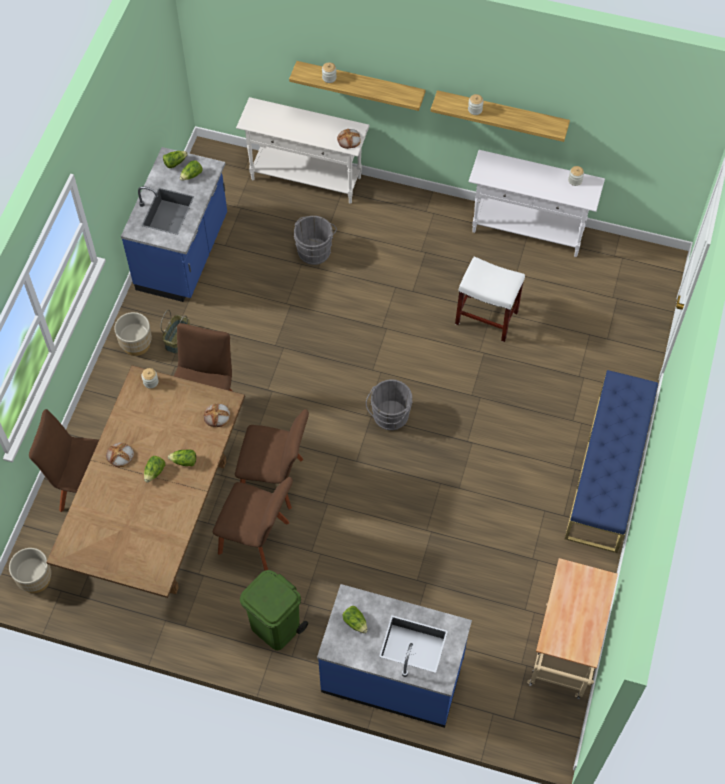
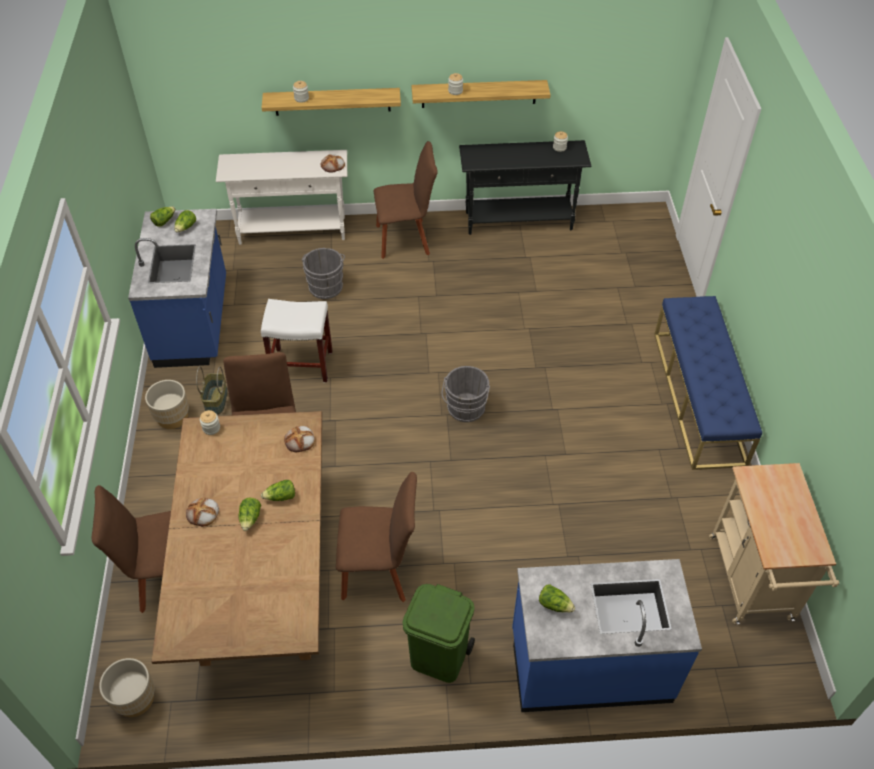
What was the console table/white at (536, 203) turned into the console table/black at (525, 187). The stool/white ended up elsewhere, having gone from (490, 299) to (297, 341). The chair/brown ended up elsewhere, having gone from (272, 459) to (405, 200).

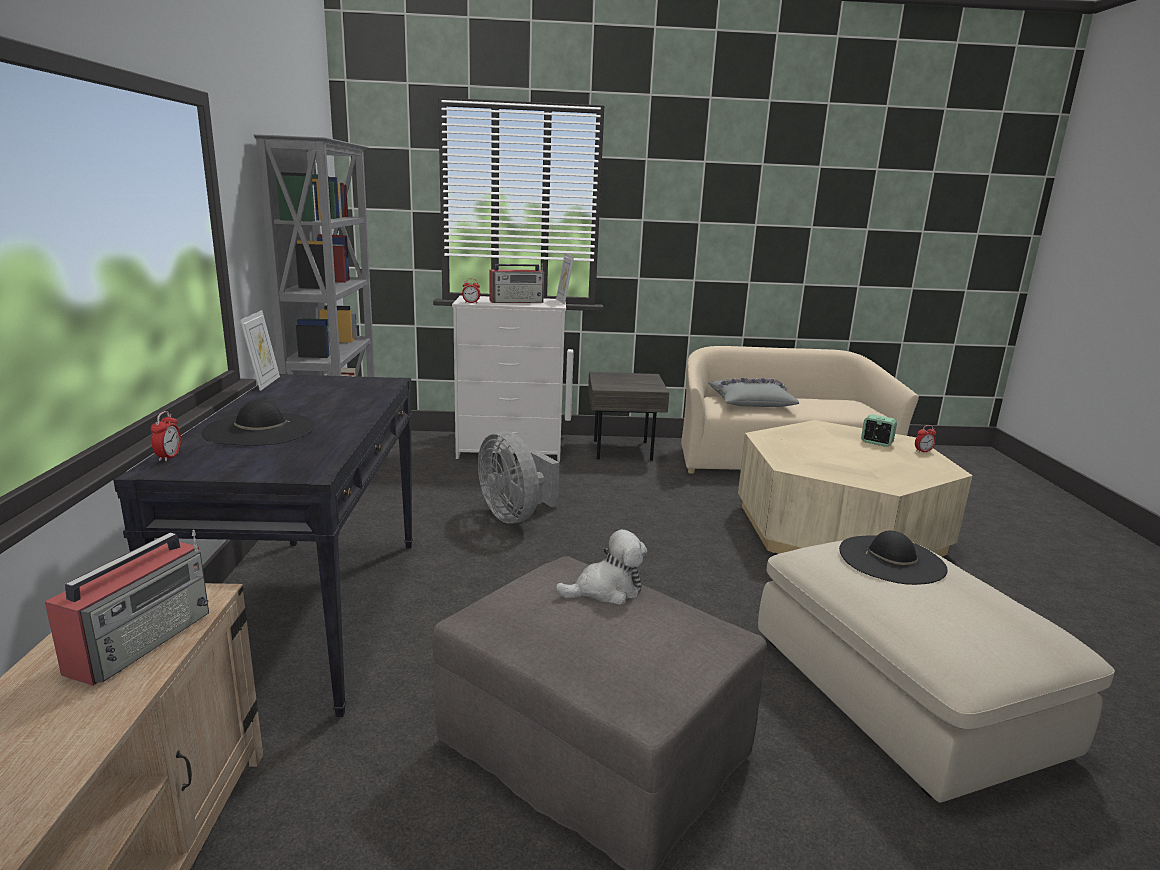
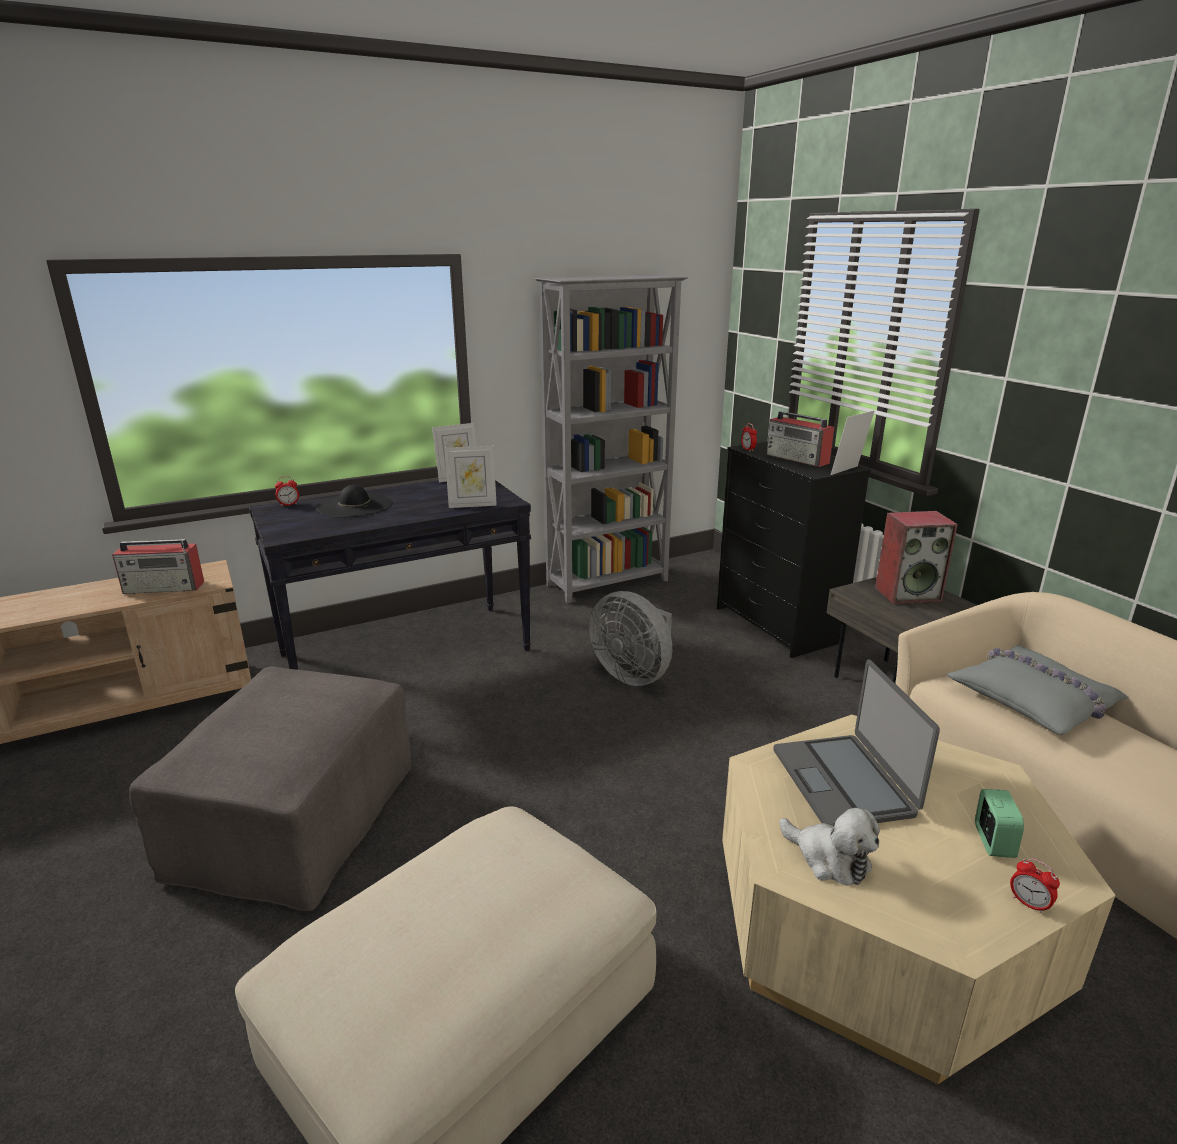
What was the dresser/white at (509, 378) turned into the dresser/black at (794, 549). The fan/grey at (518, 477) ended up facing another way, 75 degrees counterclockwise from before. The plush toy ended up elsewhere, having gone from (601, 567) to (829, 847). The second view lost the hat/black at (893, 558). The second view gained the picture frame at (470, 477). The second view gained the speaker at (916, 557). The second view gained the laptop at (856, 743).

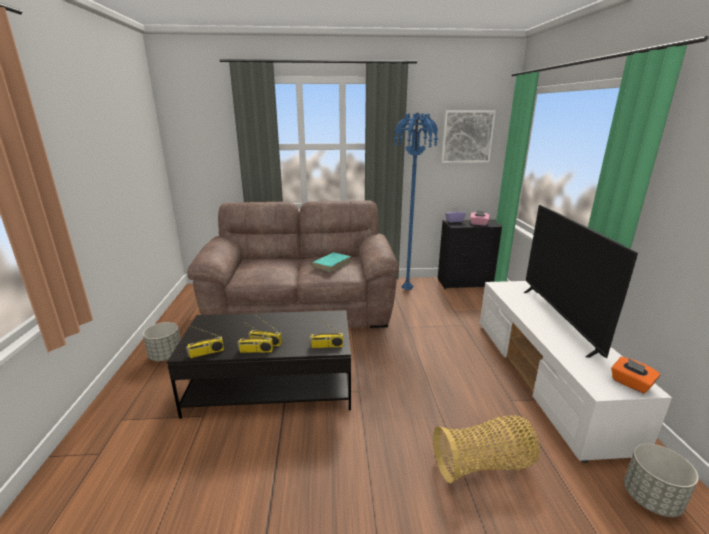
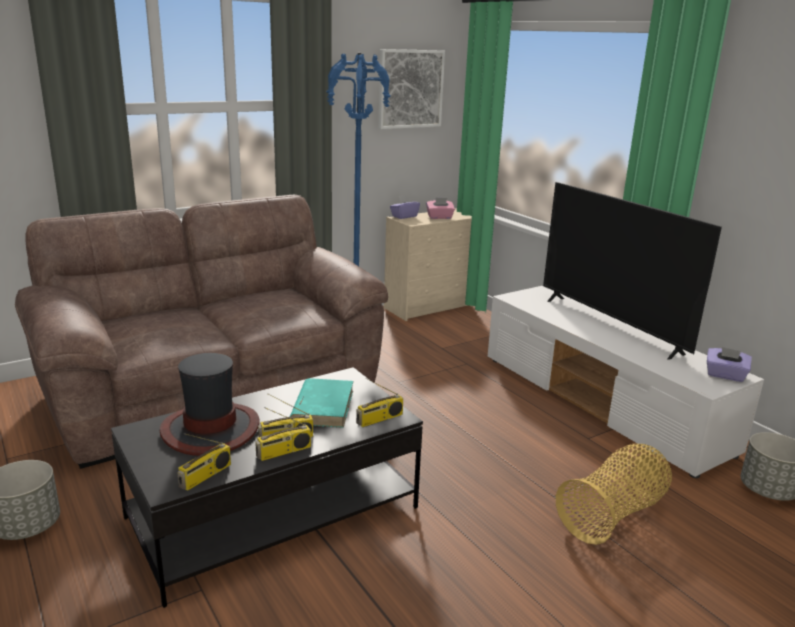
What was the dresser/black at (470, 254) turned into the dresser/beige at (428, 264). The book/turquoise ended up elsewhere, having gone from (331, 262) to (321, 403). What was the tissue box/orange at (636, 375) turned into the tissue box/purple at (729, 364). The second view gained the hat at (209, 404).

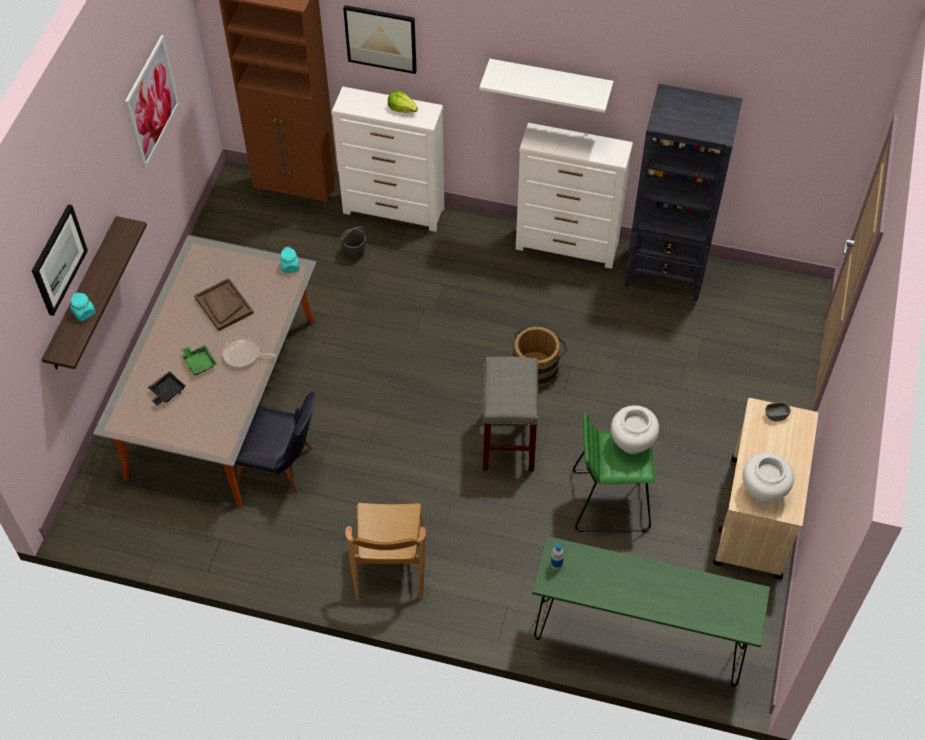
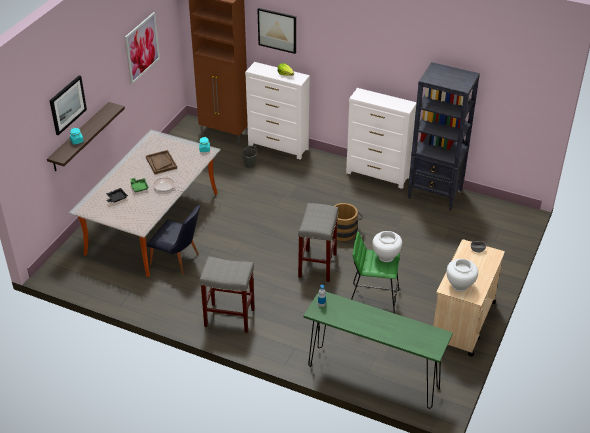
The second view lost the shelf/white at (546, 86). Where the chair/brown stood at (385, 551), the stool/grey came to stand at (227, 294).

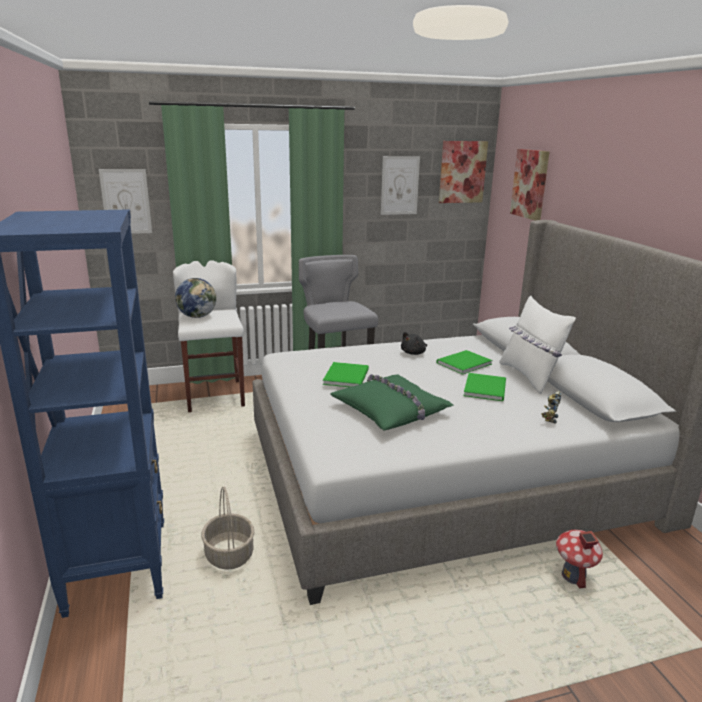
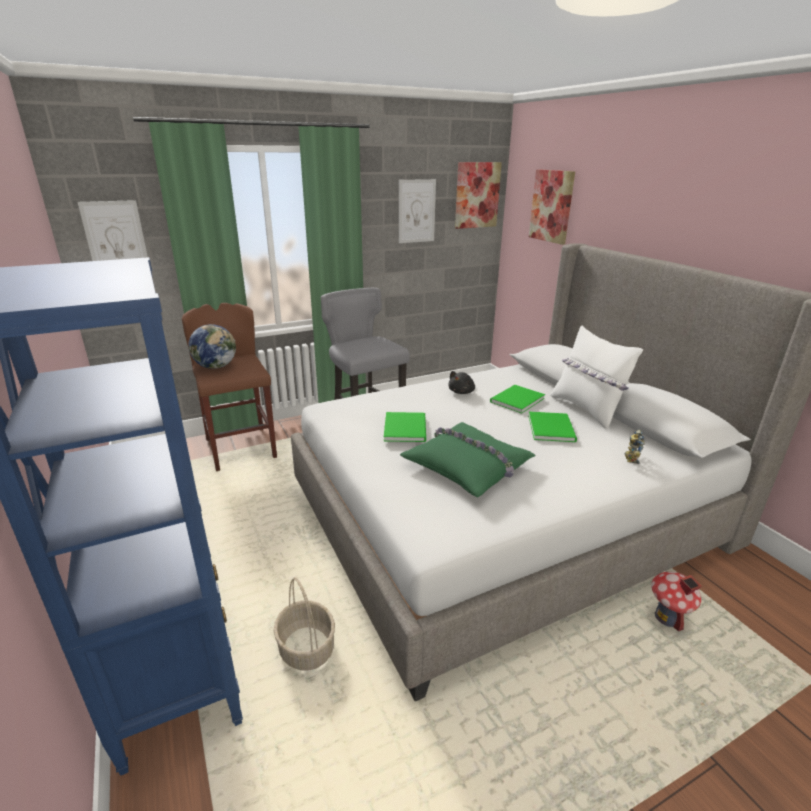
What was the stool/white at (209, 336) turned into the stool/brown at (229, 387).

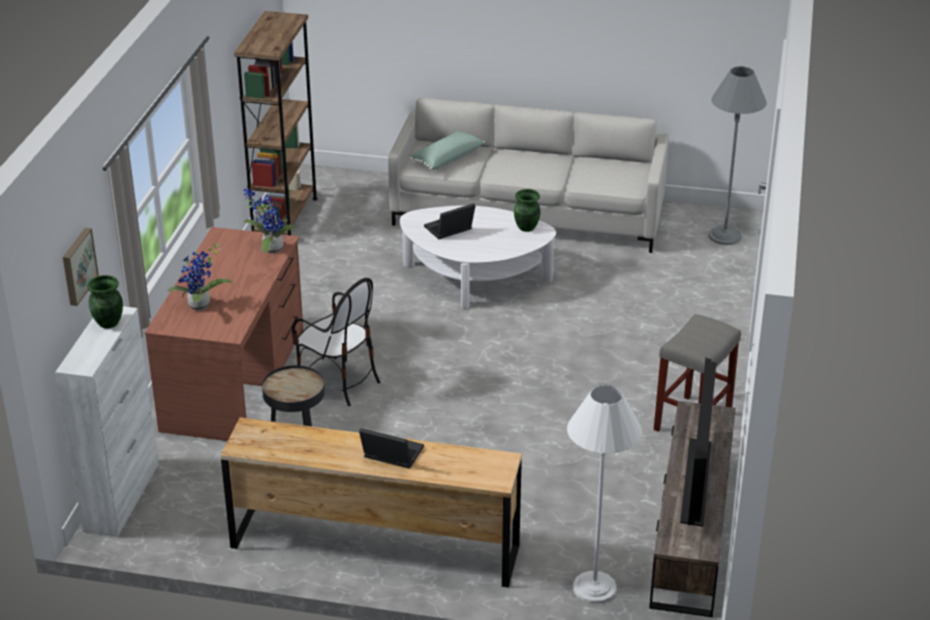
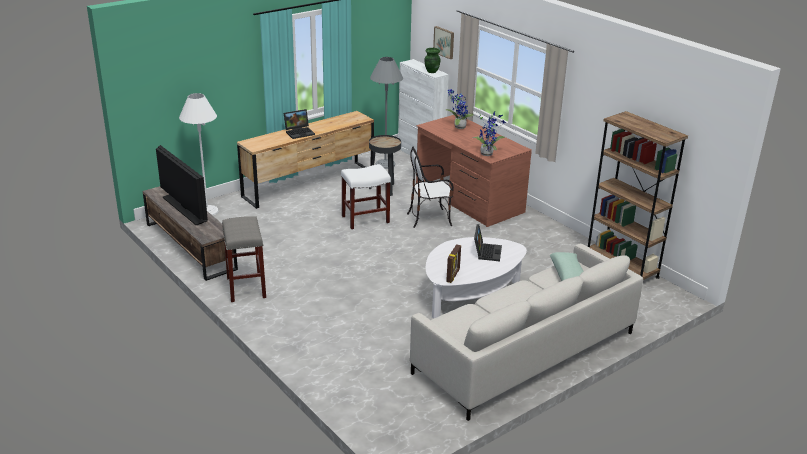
The floor lamp/grey ended up elsewhere, having gone from (737, 155) to (386, 113). Where the vase/green stood at (527, 210), the picture frame came to stand at (453, 263). The second view gained the stool/white at (366, 197).

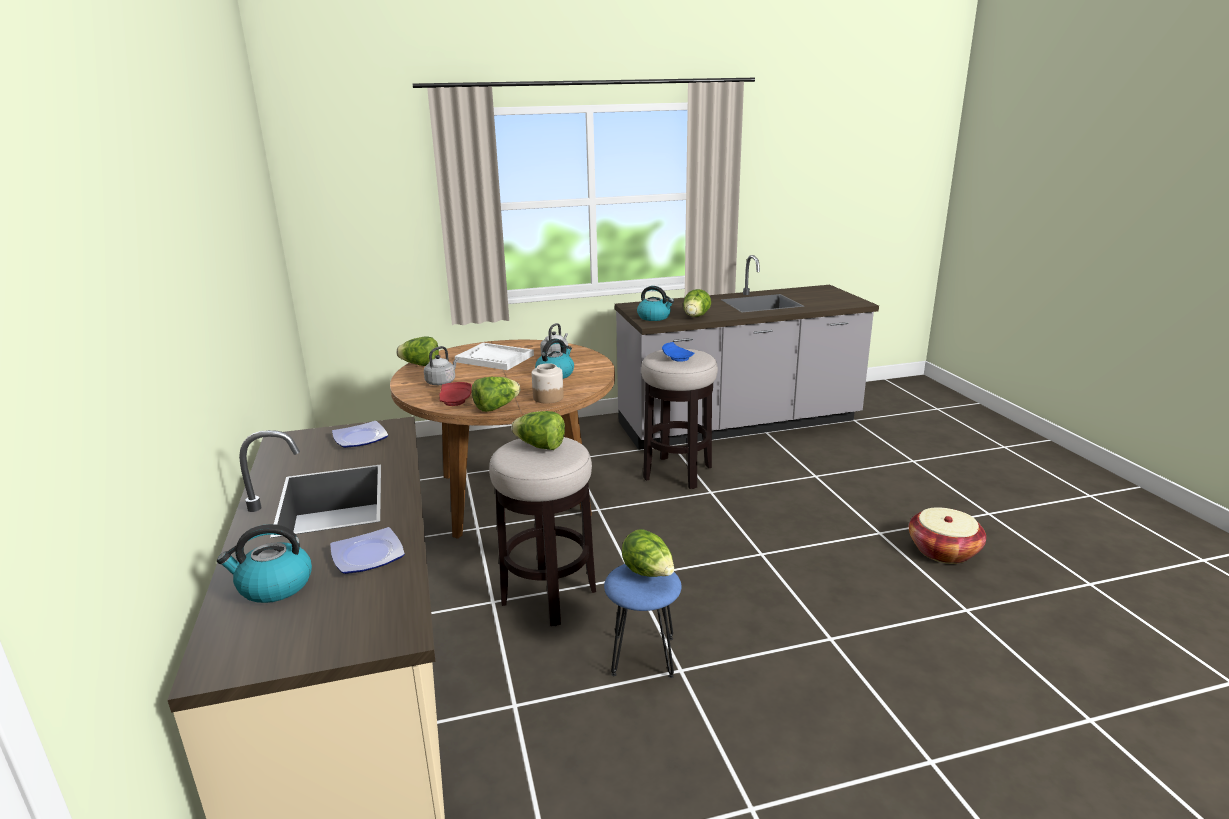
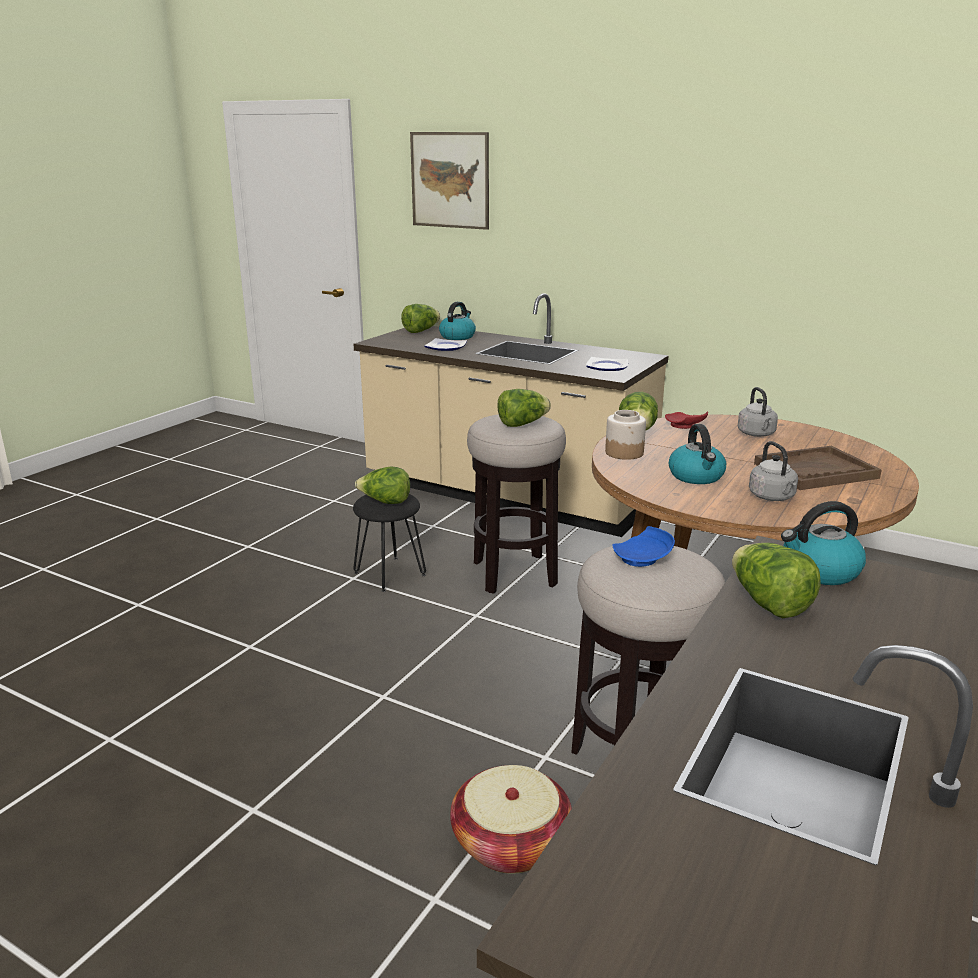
The lettuce ended up elsewhere, having gone from (417, 351) to (420, 318). What was the tray/white at (494, 356) turned into the tray/brown at (818, 468). The basket ended up elsewhere, having gone from (947, 535) to (511, 819). What was the stool/blue at (643, 621) turned into the stool/black at (389, 543). The second view gained the picture at (449, 181).

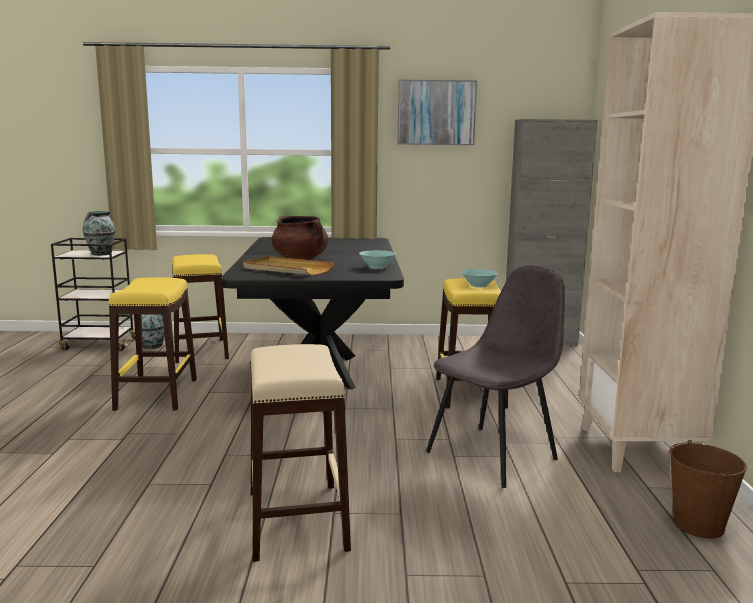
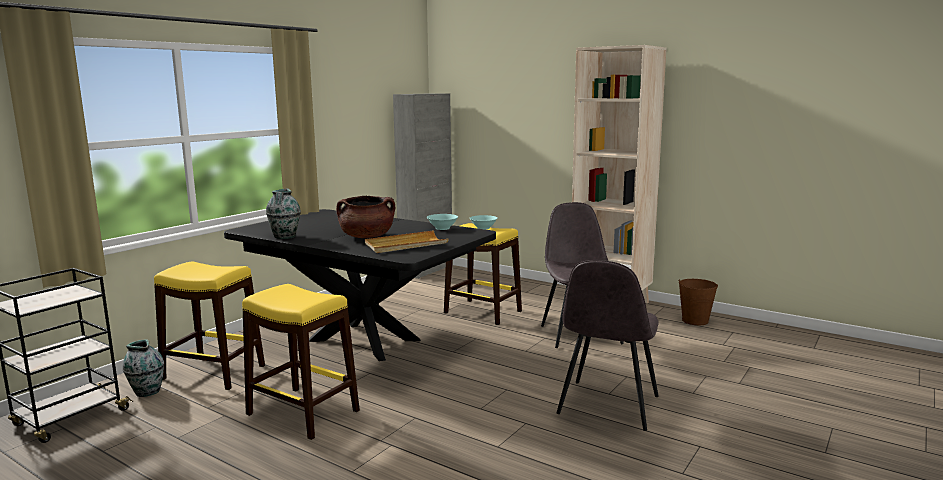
The second view lost the picture at (437, 112). The vase ended up elsewhere, having gone from (99, 233) to (283, 213). Where the stool/beige stood at (300, 453), the chair/grey came to stand at (608, 345).

